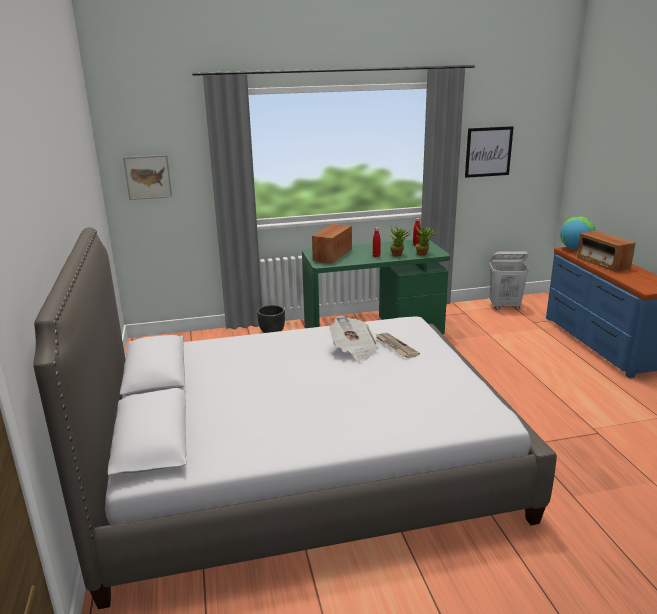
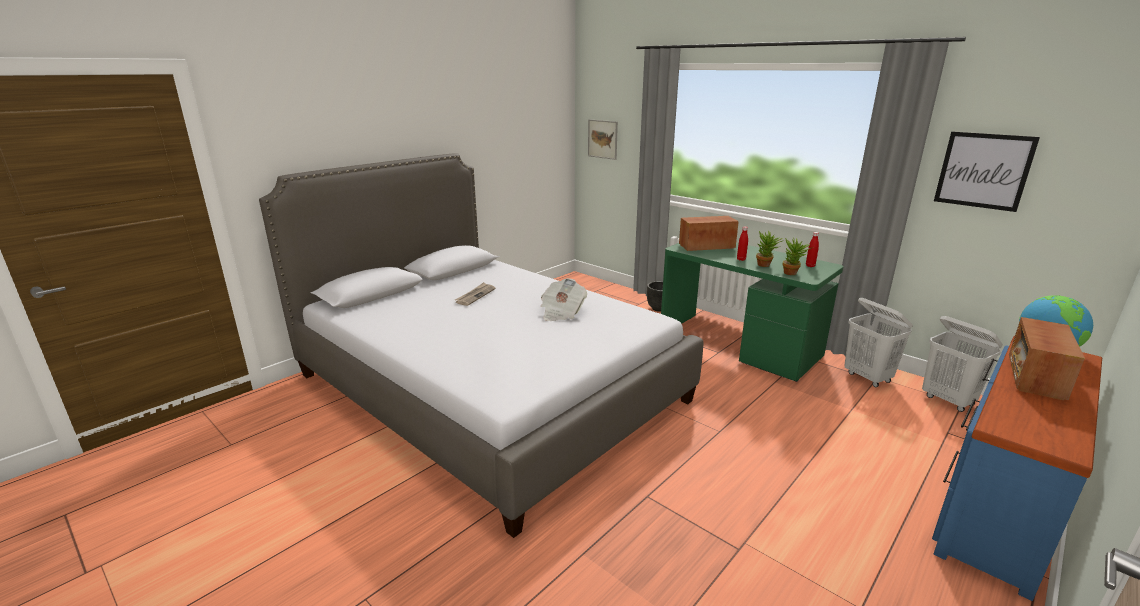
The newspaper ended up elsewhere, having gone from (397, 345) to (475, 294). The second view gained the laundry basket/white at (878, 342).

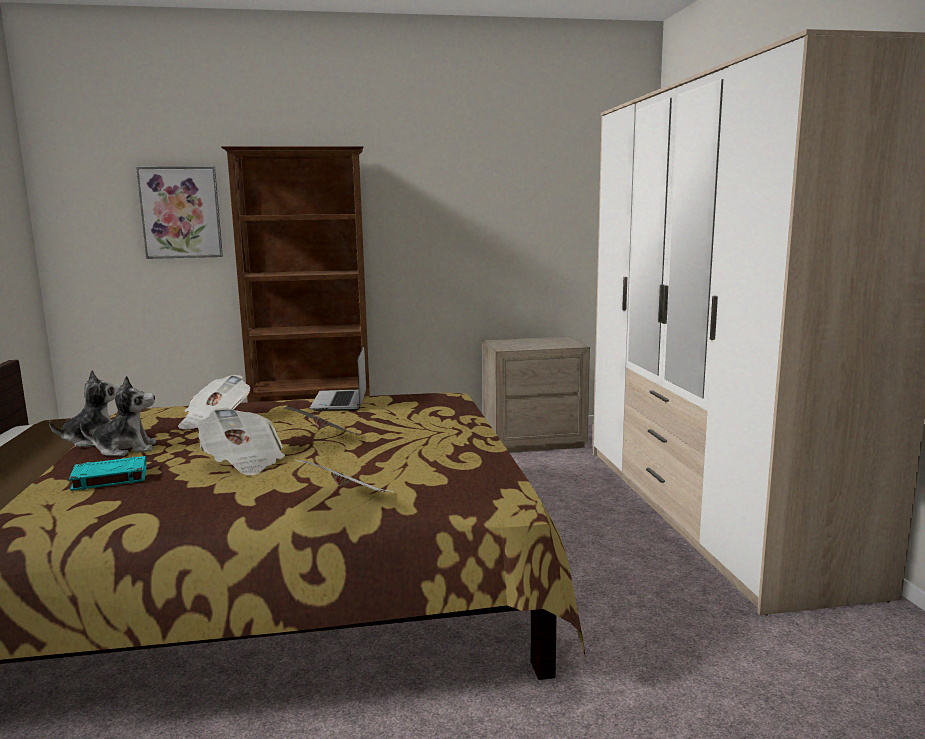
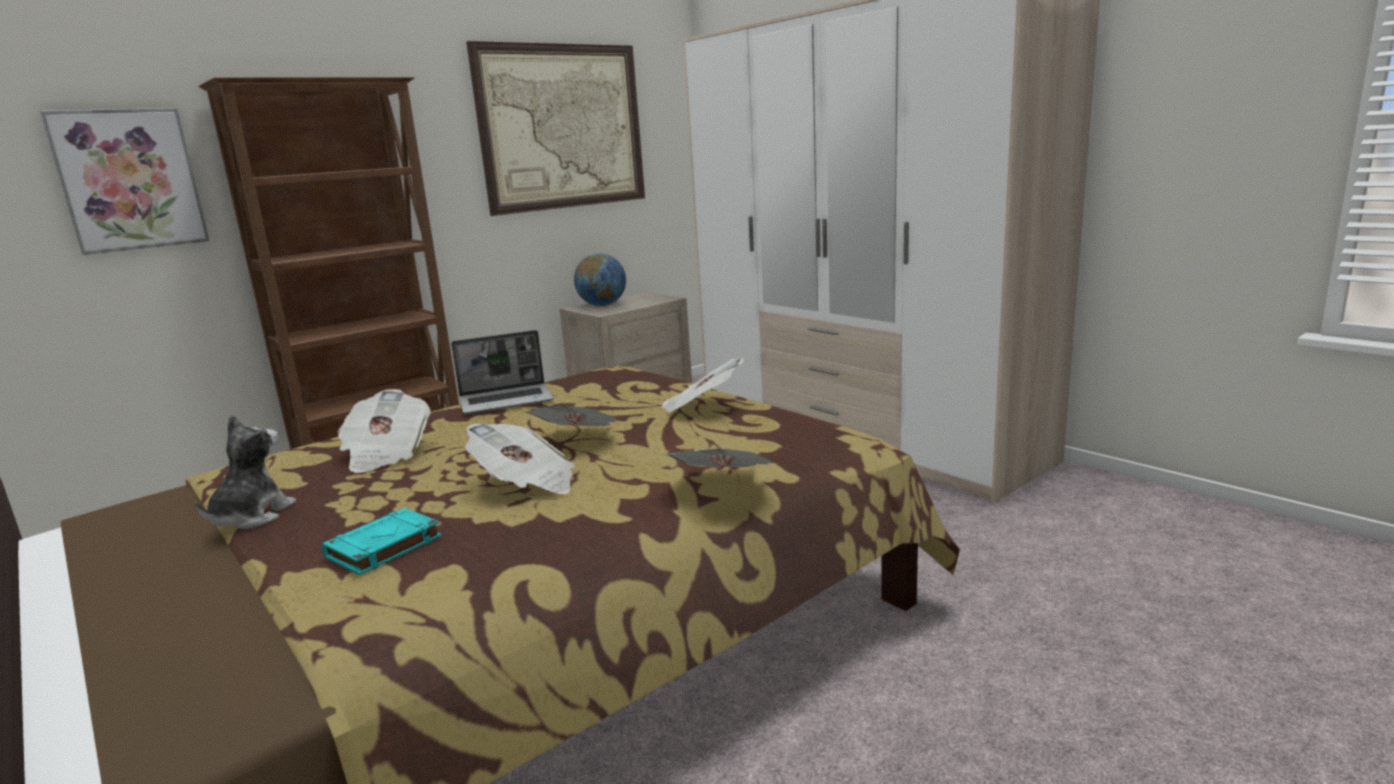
The laptop at (338, 379) ended up facing another way, 75 degrees counterclockwise from before. The second view lost the plush toy at (118, 416). The second view gained the picture at (555, 128). The second view gained the globe at (600, 279). The second view gained the newspaper at (703, 386).

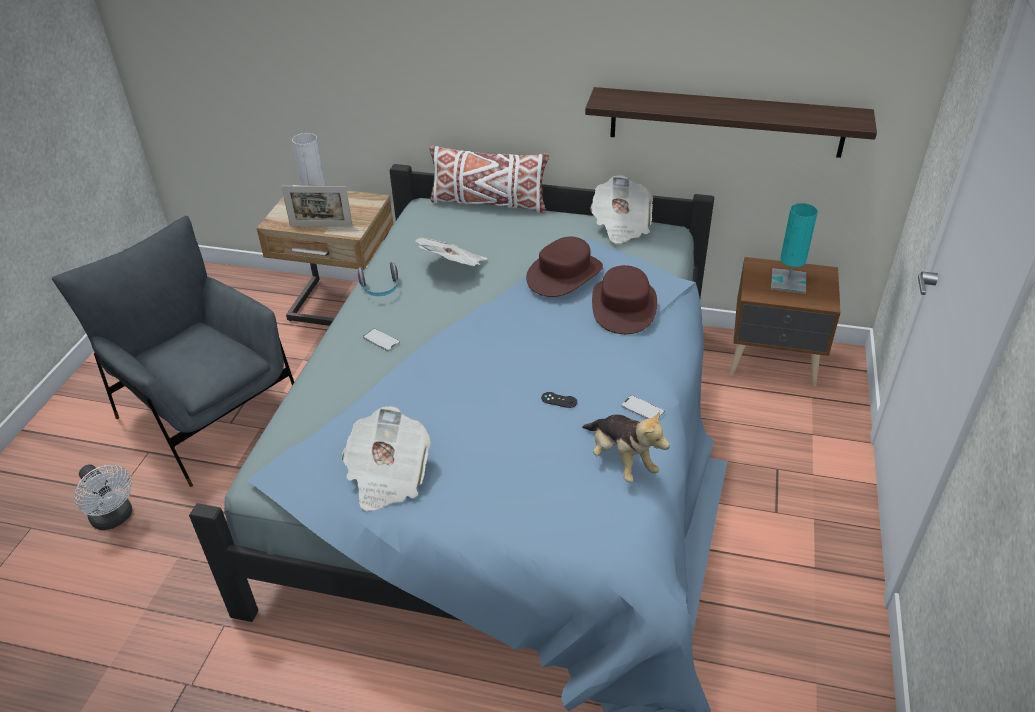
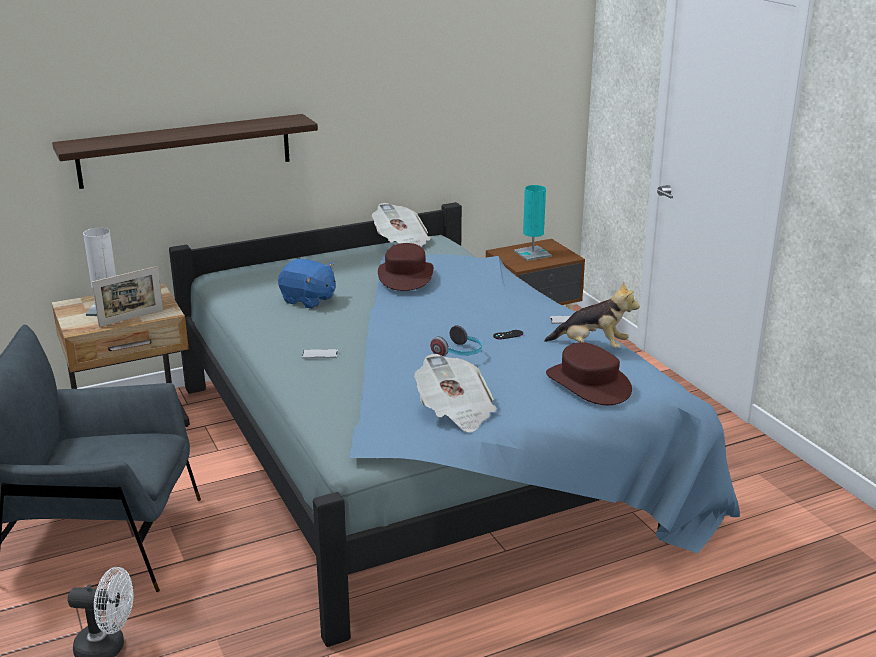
The shelf ended up elsewhere, having gone from (731, 122) to (185, 151). The second view lost the pillow/white at (489, 179). Where the newspaper stood at (451, 252), the plush toy/blue came to stand at (307, 284). The headphones ended up elsewhere, having gone from (378, 279) to (456, 340). The hat/brown ended up elsewhere, having gone from (624, 299) to (589, 373).

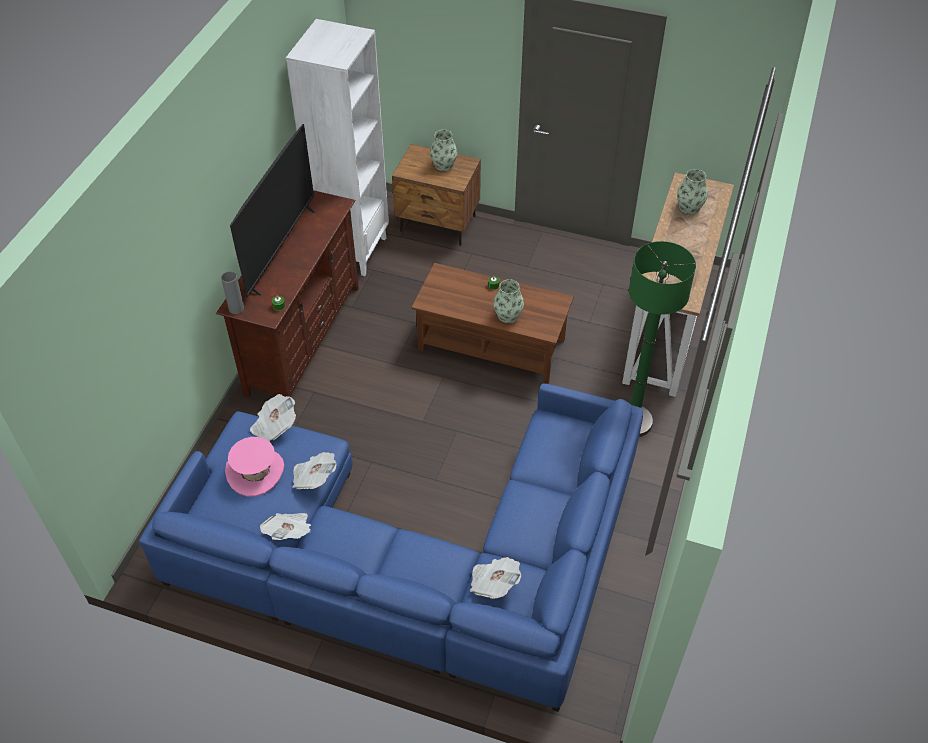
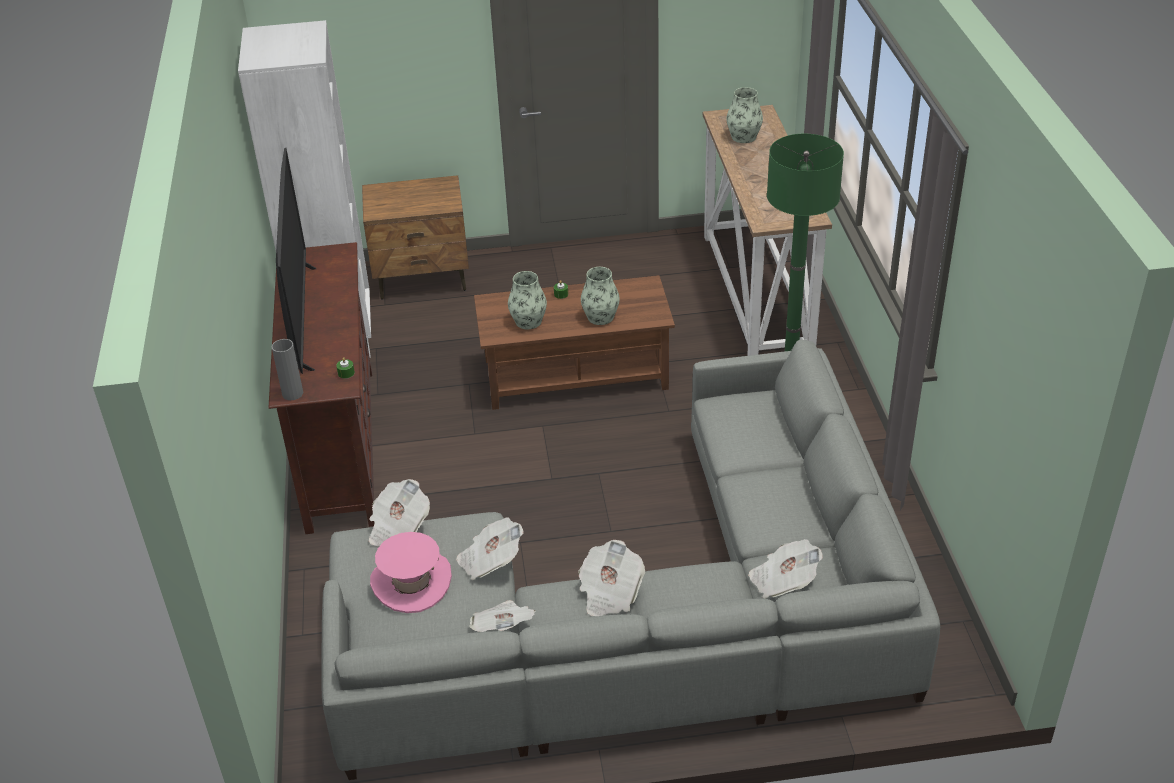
The vase ended up elsewhere, having gone from (443, 150) to (527, 300). What was the sofa/blue at (391, 548) turned into the sofa/grey at (630, 559). The second view gained the newspaper at (611, 578).

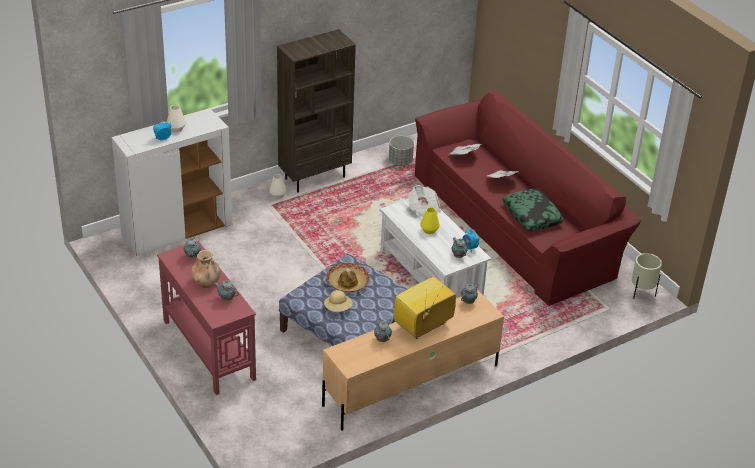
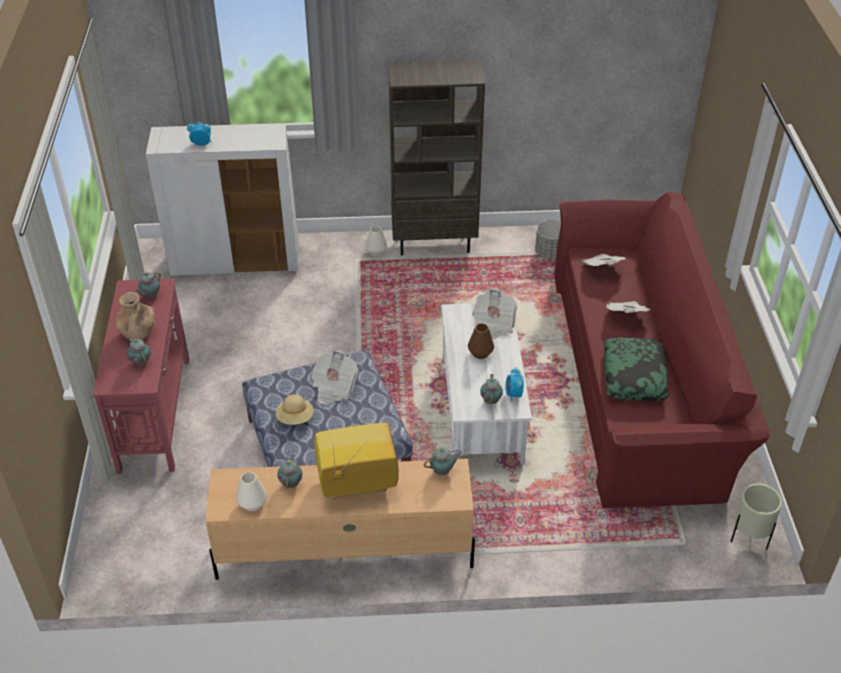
The vase/white ended up elsewhere, having gone from (176, 118) to (251, 491). What was the vase/yellow at (430, 220) turned into the vase/brown at (481, 341). Where the hat stood at (348, 277), the newspaper came to stand at (334, 377).

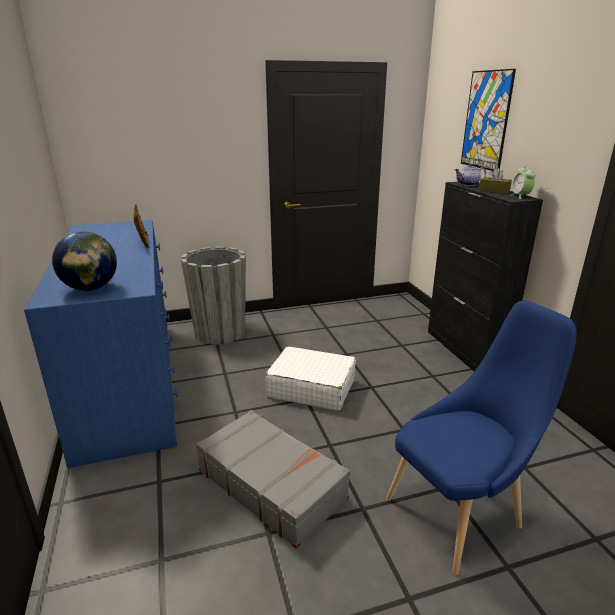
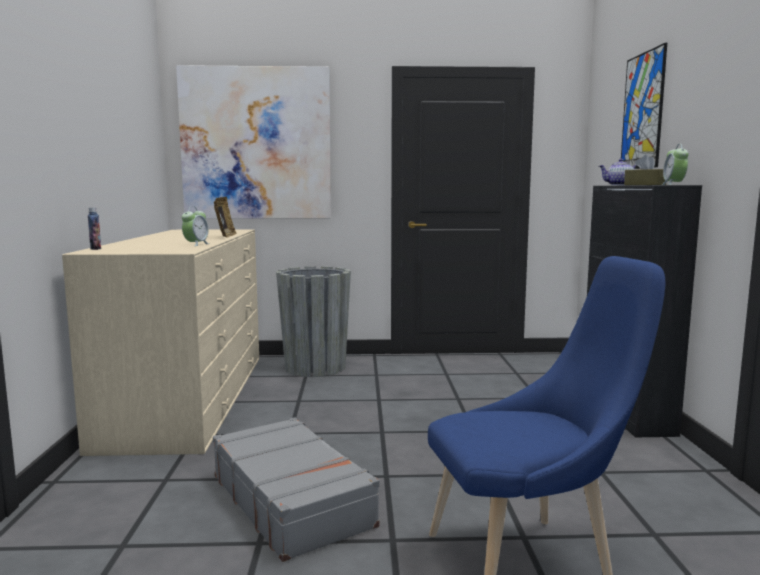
What was the dresser/blue at (101, 344) turned into the dresser/beige at (160, 342). The second view lost the globe at (84, 261). The second view lost the suitcase/white at (310, 378). The second view gained the picture at (253, 142). The second view gained the alarm clock at (195, 226). The second view gained the bottle at (94, 229).

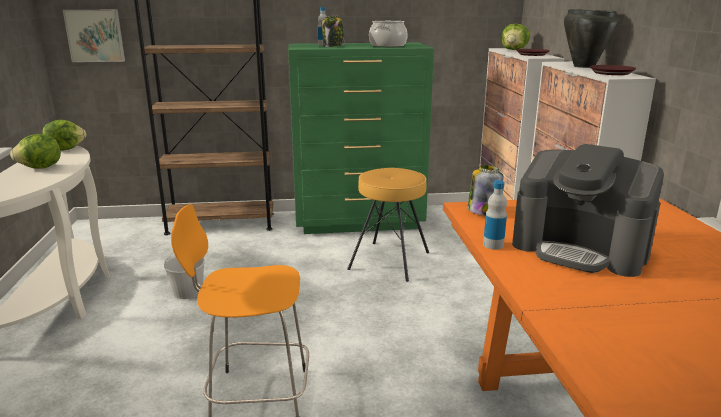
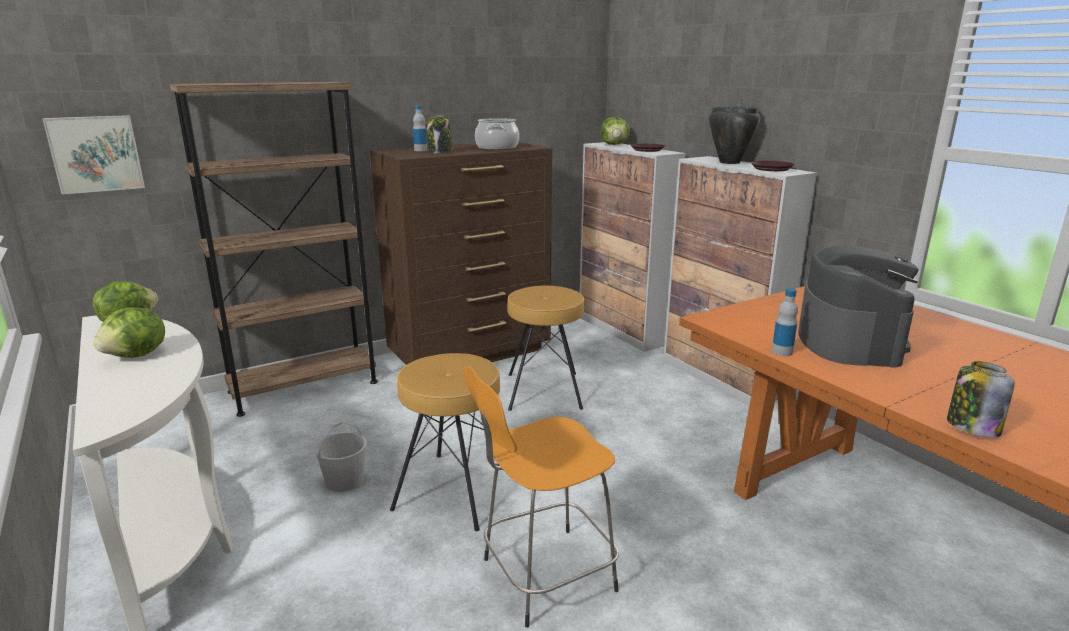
What was the dresser/green at (361, 138) turned into the dresser/brown at (461, 253). The coffee machine at (588, 210) ended up facing another way, 90 degrees counterclockwise from before. The jar ended up elsewhere, having gone from (485, 190) to (981, 399). The second view gained the stool/brown at (445, 442).

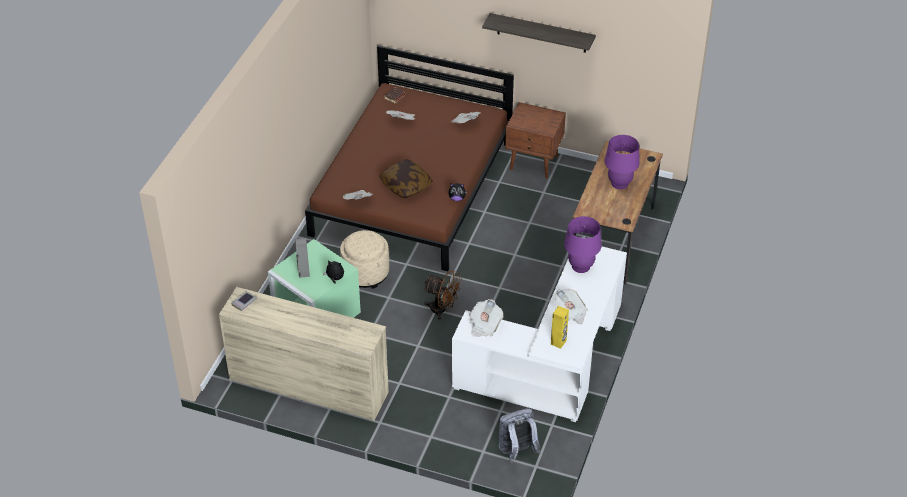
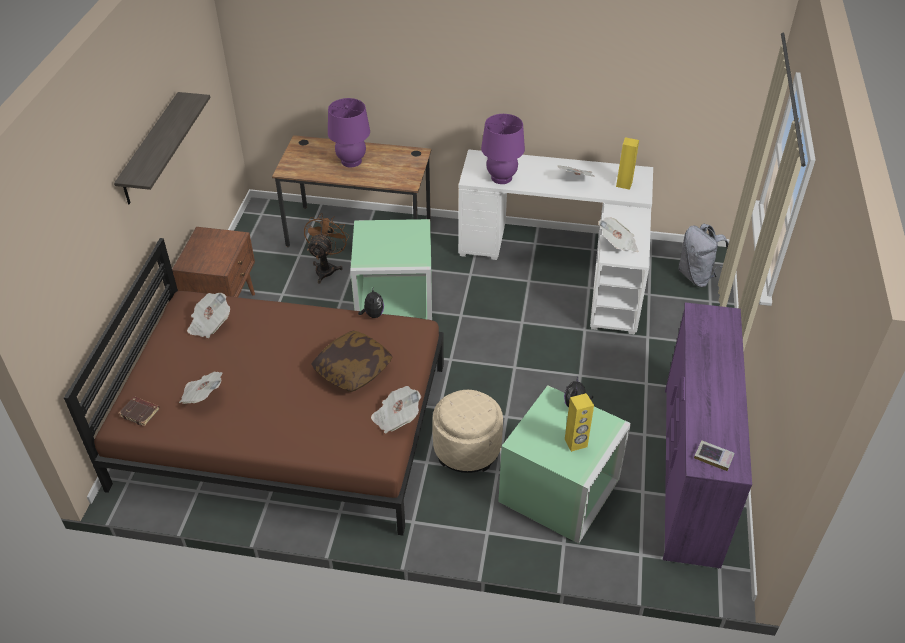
What was the speaker/grey at (302, 258) turned into the speaker/yellow at (579, 422). The fan/brown ended up elsewhere, having gone from (443, 295) to (326, 248). What was the dresser/beige at (304, 354) turned into the dresser/purple at (707, 435). The second view gained the storage box/green at (391, 269).

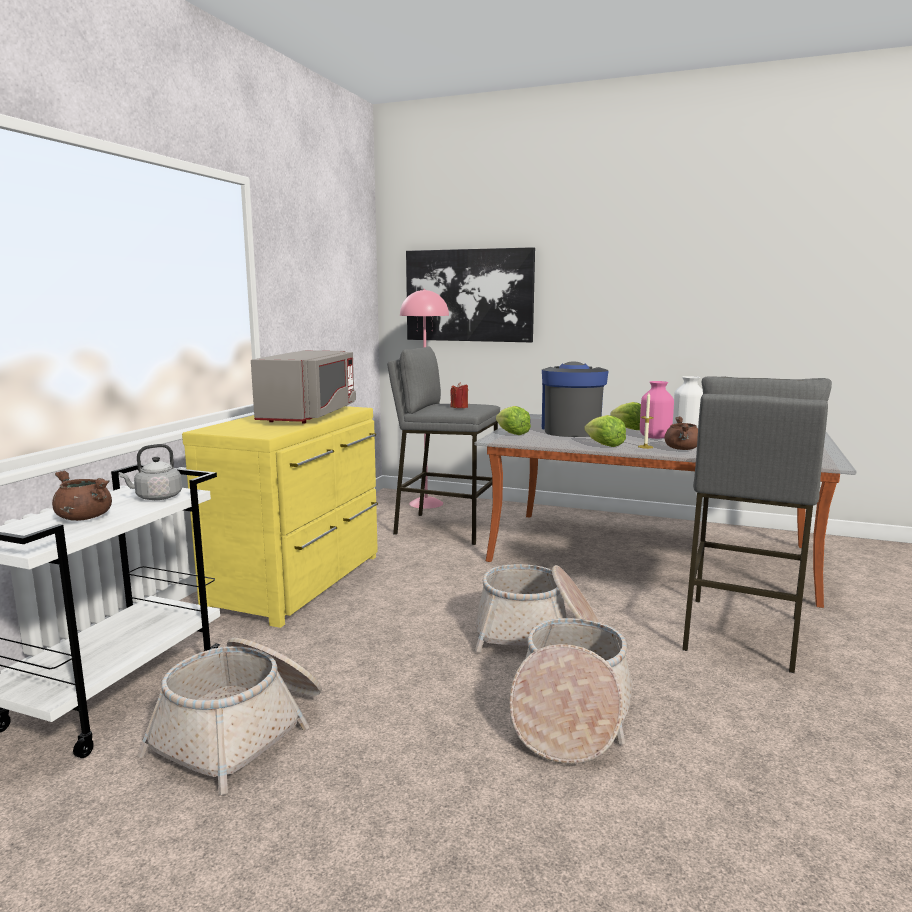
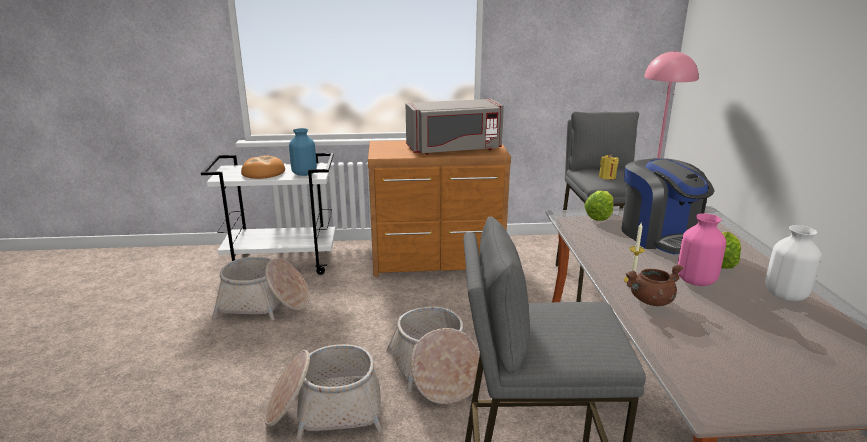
The second view lost the picture at (470, 294). The coffee machine at (575, 399) ended up facing another way, 90 degrees clockwise from before. What was the candle/red at (459, 395) turned into the candle/yellow at (609, 167). What was the dresser/yellow at (280, 517) turned into the dresser/brown at (439, 208). The second view lost the lettuce at (605, 431). Where the kettle/grey stood at (150, 472), the vase/blue came to stand at (303, 152). Where the cooking pot/brown stood at (82, 496), the bread came to stand at (263, 167).

